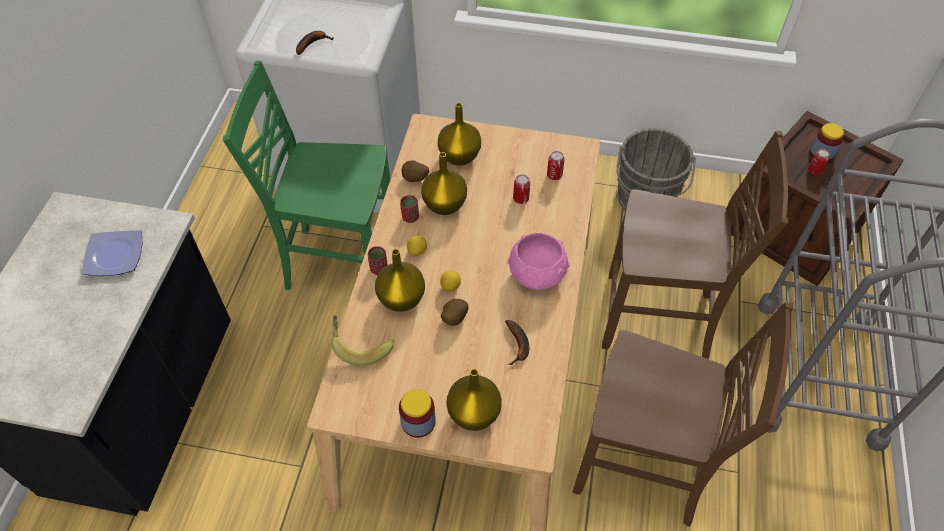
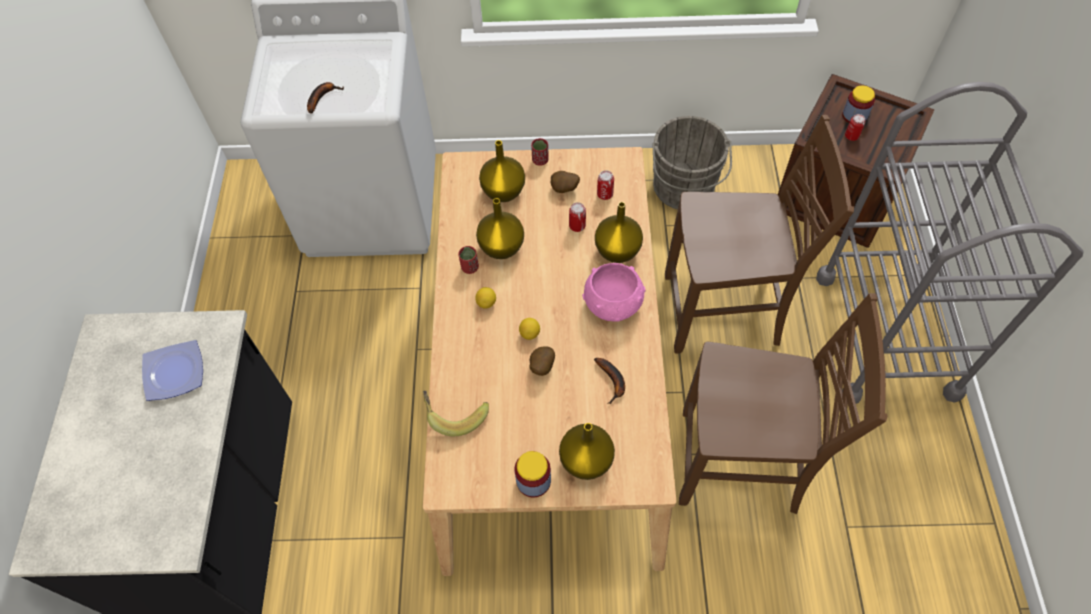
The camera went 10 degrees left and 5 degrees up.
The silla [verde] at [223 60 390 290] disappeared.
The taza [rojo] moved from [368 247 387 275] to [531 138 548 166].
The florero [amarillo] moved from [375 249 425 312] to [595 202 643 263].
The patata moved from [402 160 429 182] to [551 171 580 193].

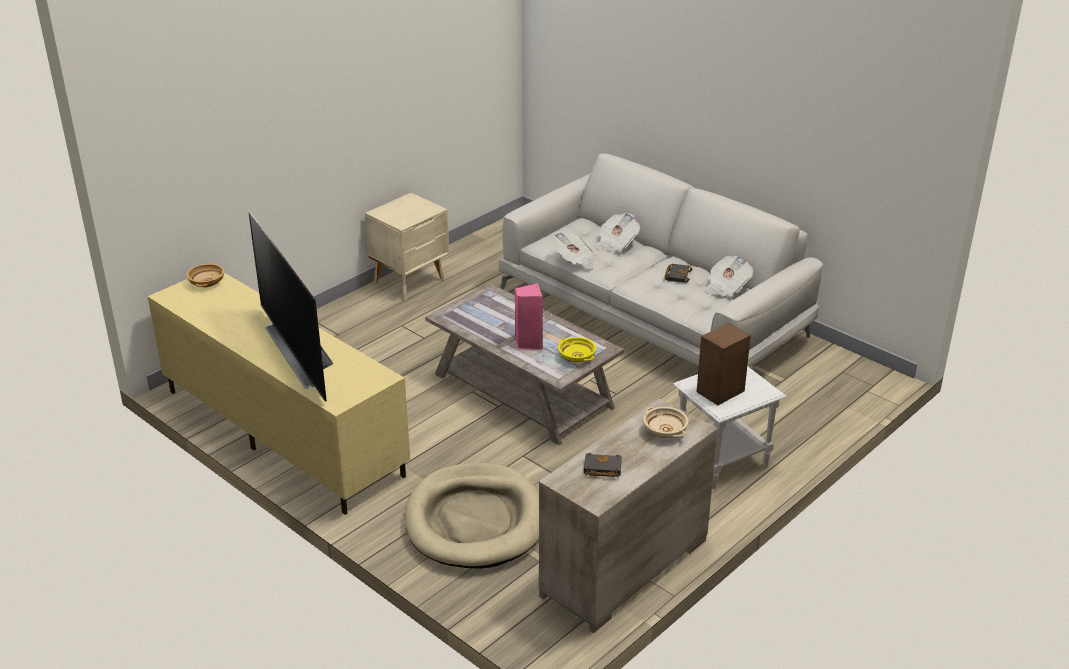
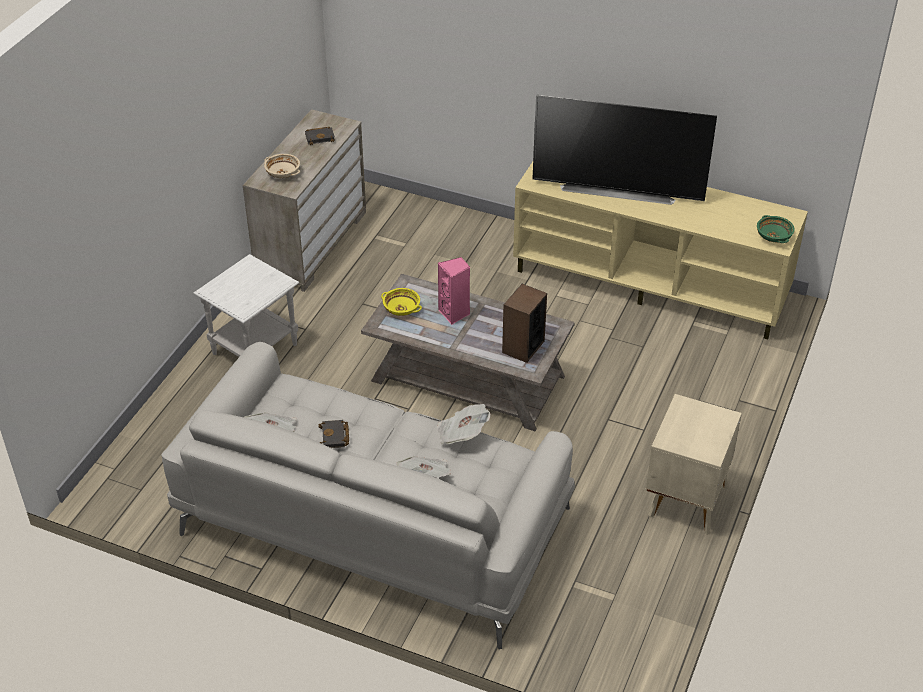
The camera went 160 degrees right and 10 degrees up.
The cama para perro [beis] at [405 463 539 568] disappeared.
The altavoz moved from [697 323 751 405] to [502 284 547 363].
The cuenco [beis] at [186 263 224 287] became the cuenco [verde] at [757 215 795 243].
The televisor at [248 210 333 402] turned 150 degrees clockwise.

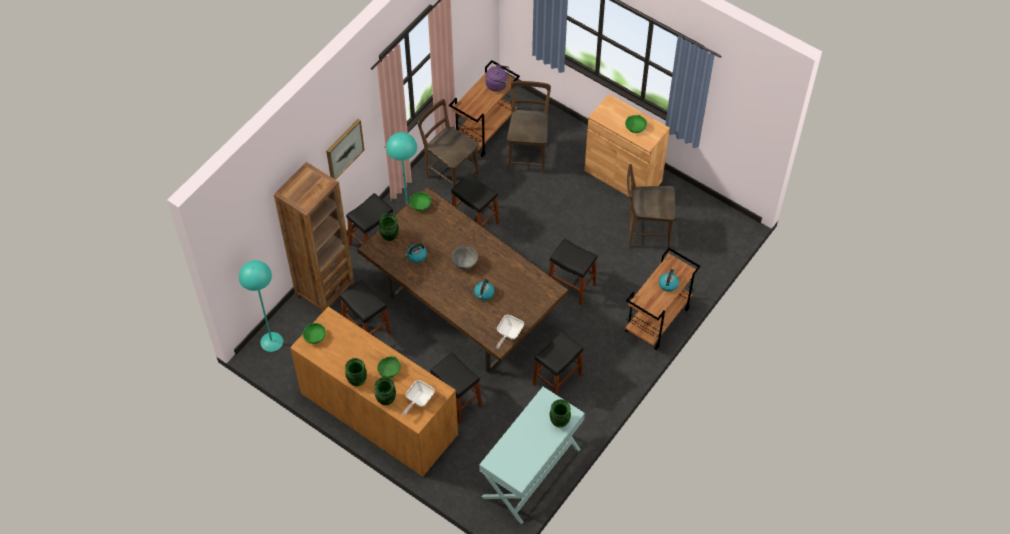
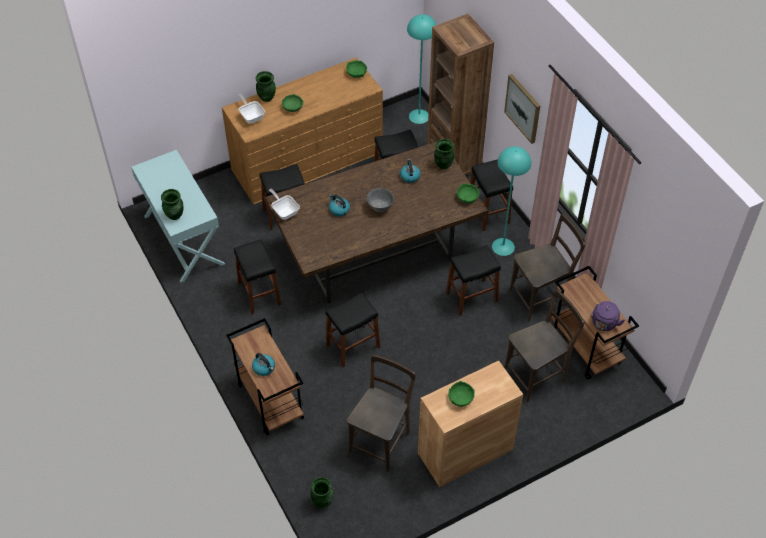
The camera went 115 degrees right and 5 degrees down.
The florero [verde] moved from [345 358 367 386] to [310 477 333 508].
The silla [marrón] at [507 81 551 174] turned 60 degrees counterclockwise.

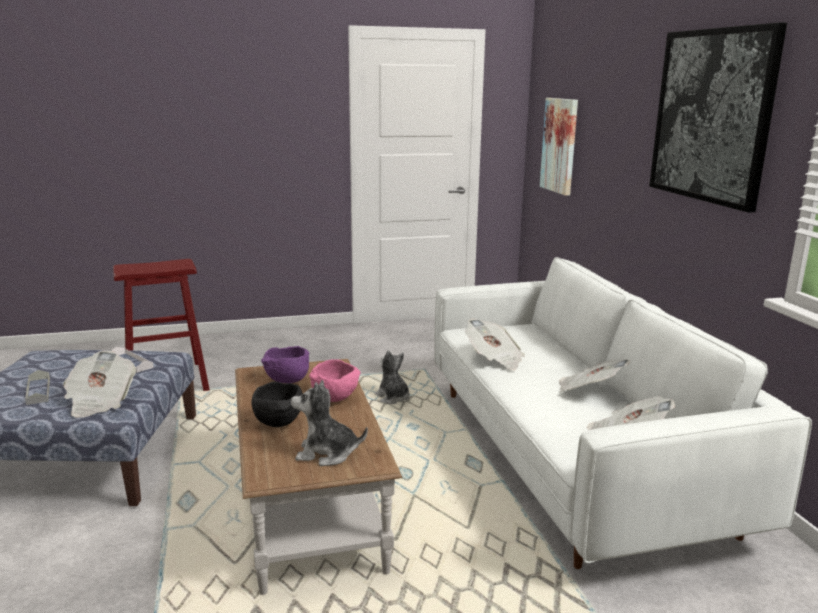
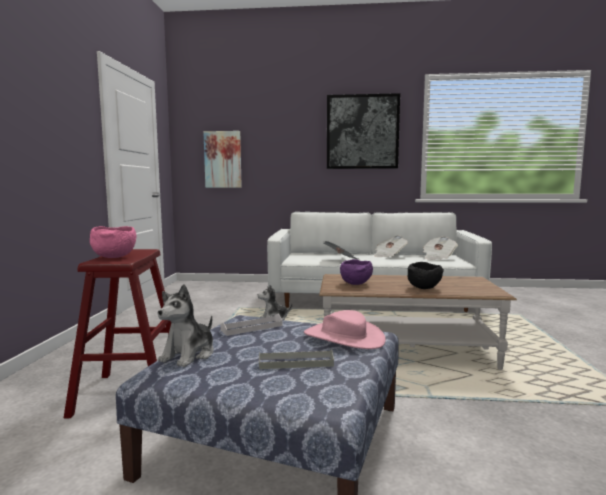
The camera went 70 degrees left and 10 degrees down.
The peluche moved from [291 380 368 466] to [158 284 214 367].
The cuenco [rosa] moved from [309 360 361 402] to [90 226 136 258].
The periódico at [63 350 136 418] was replaced by the sombrero [rosa] at [304 310 386 349].

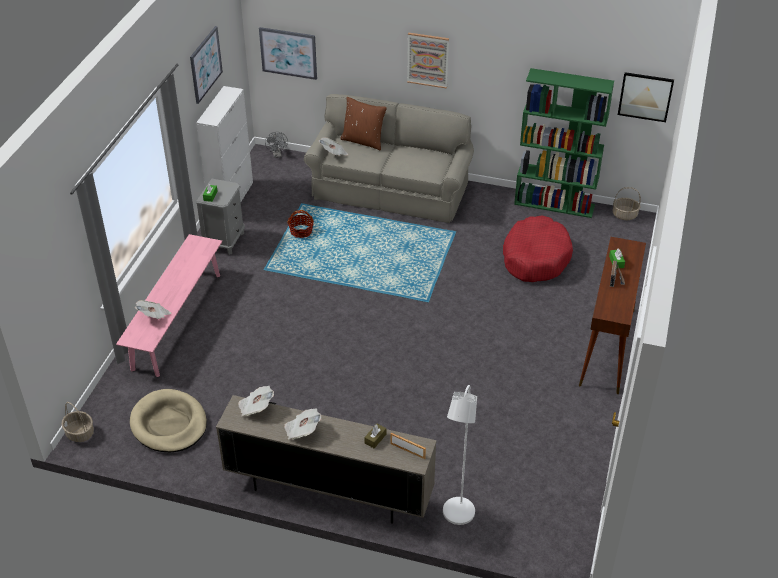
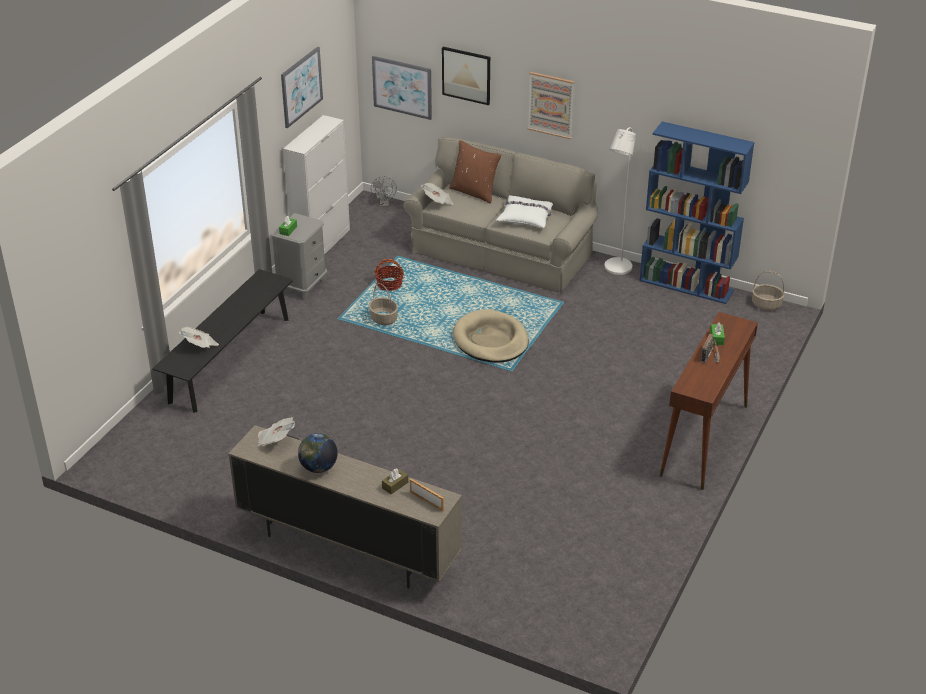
The camera went 10 degrees right and 5 degrees down.
The cama para perro [rojo] at [503 215 573 282] disappeared.
The cojín [blanco] at [496 195 553 228] appeared.
The cesta moved from [61 402 94 442] to [369 283 398 325].
The cama para perro [beis] moved from [130 389 207 452] to [453 309 529 363].
The lámpara de pie [blanco] moved from [443 385 477 525] to [604 127 636 275].
The cuadro moved from [618 72 674 122] to [442 47 490 105].
The periódico at [284 408 321 440] was replaced by the globo terráqueo at [298 433 338 473].
The banco [rosa] at [116 234 222 377] became the banco [negro] at [152 269 293 413].
The estantería [verde] at [514 68 614 218] became the estantería [azul] at [639 121 754 304].

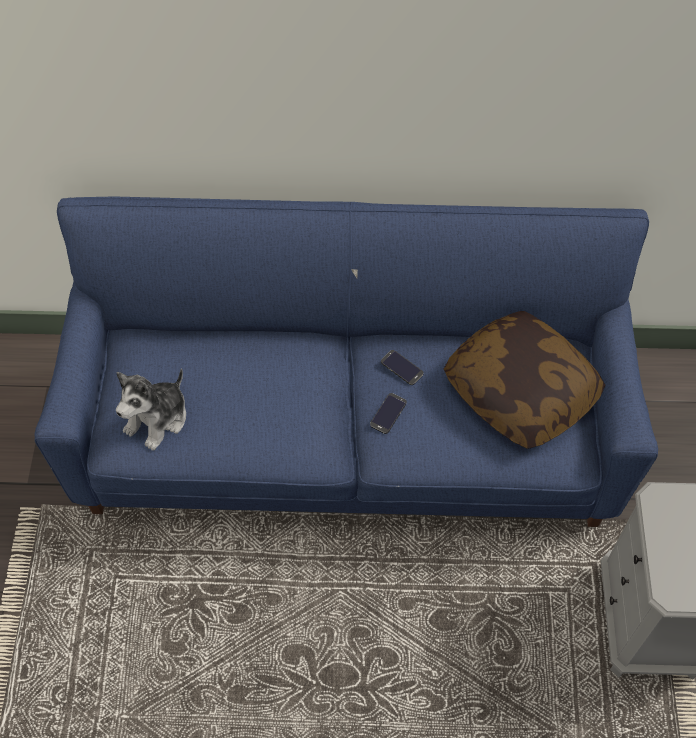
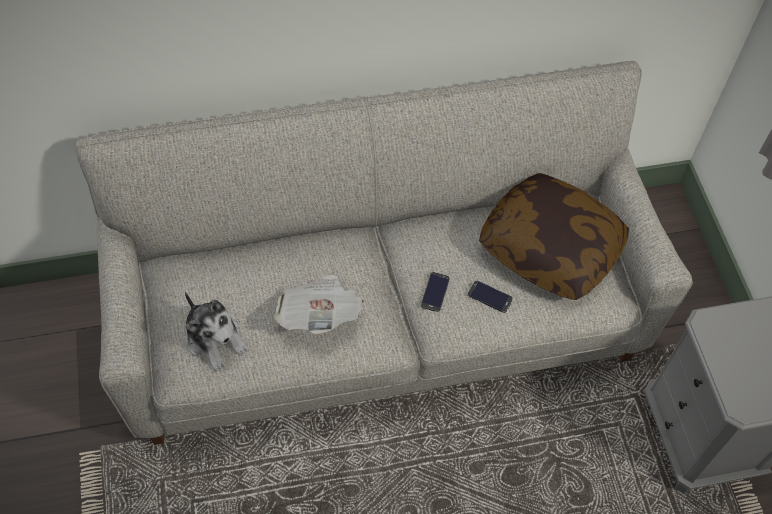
The camera went 15 degrees left and 0 degrees up.
The periódico at [274 275 364 335] appeared.
The móvil moved from [381 350 424 385] to [468 281 513 313].
The sofá [azul] at [35 196 658 527] became the sofá [gris] at [76 61 693 445].
The peluche at [116 368 186 451] turned 60 degrees counterclockwise.

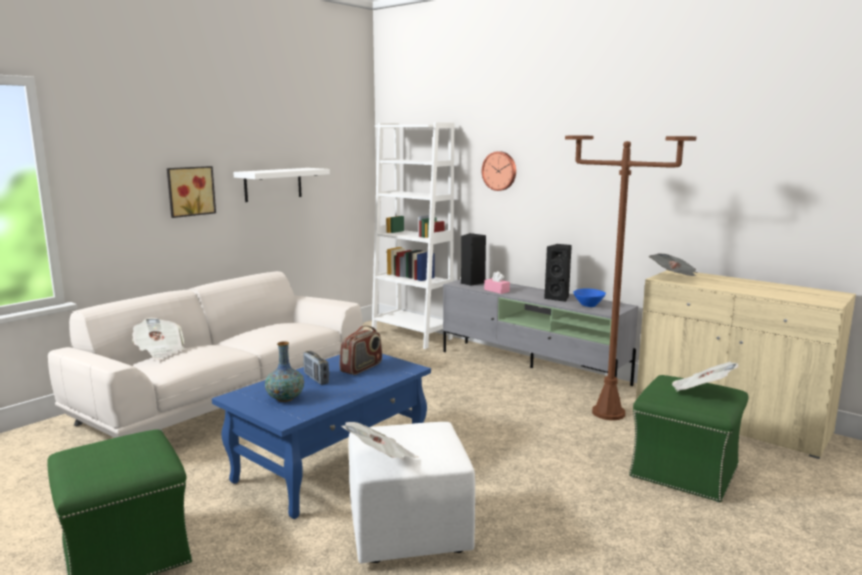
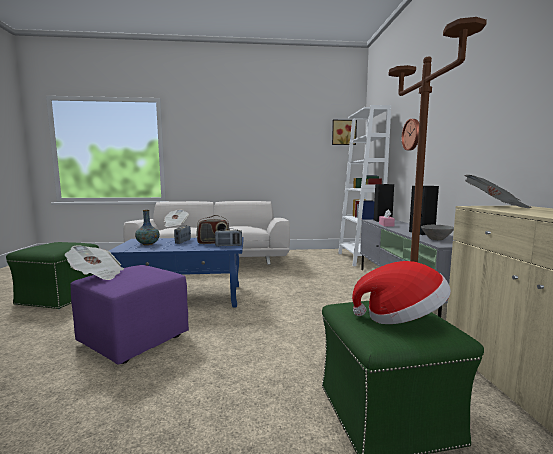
The camera went 45 degrees right and 5 degrees down.
The estante [blanco] at [233 168 330 202] disappeared.
The radio at [215 228 242 246] appeared.
The cuadro moved from [167 166 216 218] to [332 120 357 145].
The periódico at [672 362 739 392] was replaced by the sombrero at [352 261 451 324].
The puf [blanco] at [349 422 475 564] became the puf [morado] at [71 265 189 365].
The cuenco [azul] at [573 288 606 307] became the cuenco [gris] at [421 225 454 240].

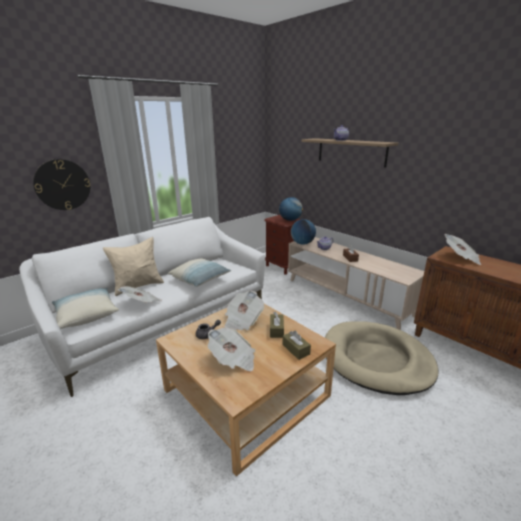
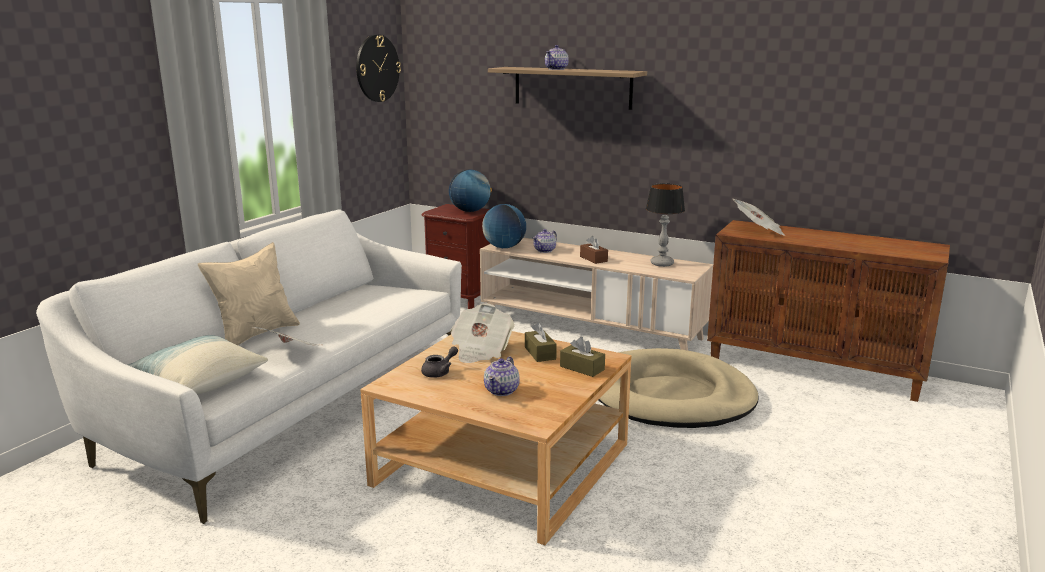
The camera went 20 degrees left and 5 degrees down.
The cojín at [168 258 231 287] disappeared.
The lámpara de mesa at [646 183 685 267] appeared.
The reloj de pared moved from [33 159 90 210] to [356 35 401 102].
The periódico at [208 328 255 371] was replaced by the tetera at [484 356 520 396].

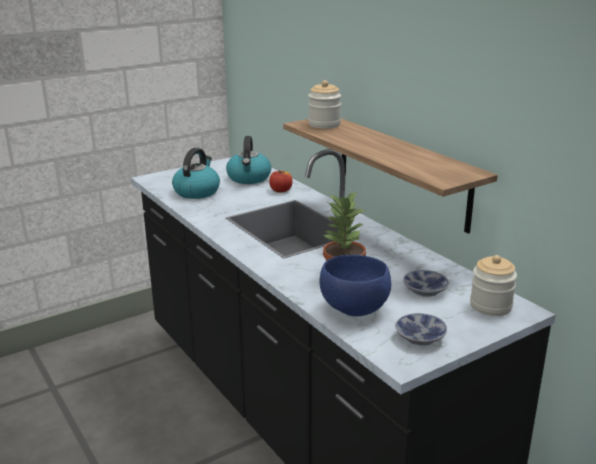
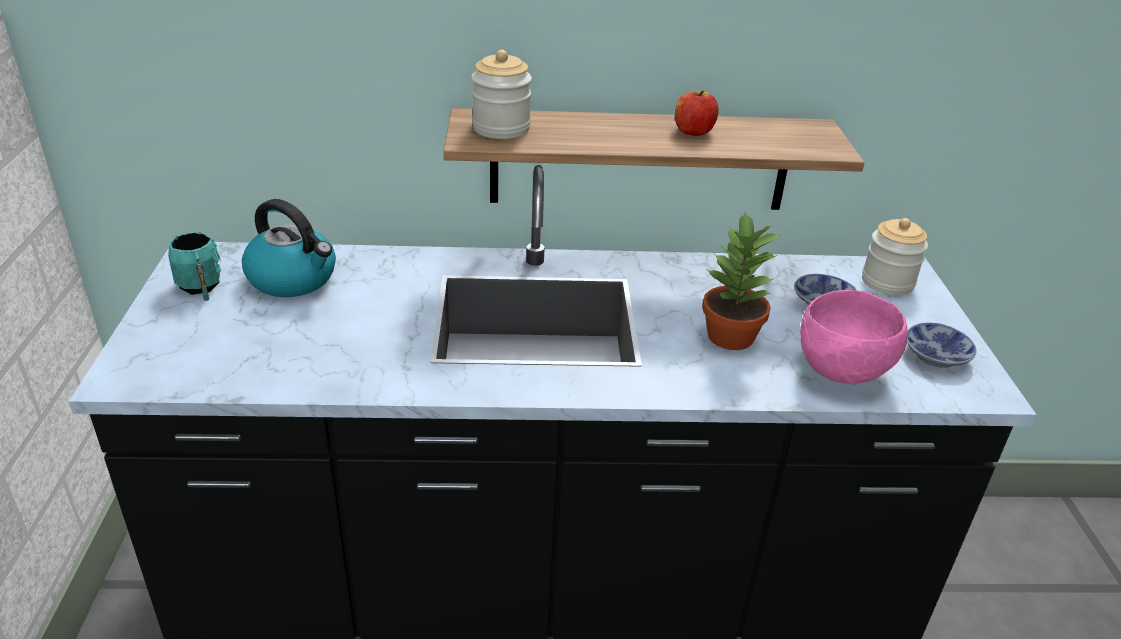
The camera went 60 degrees left and 10 degrees up.
The hervidor at [172 148 220 199] disappeared.
The taza grande [turquesa] at [168 232 221 301] appeared.
The manzana moved from [269 170 293 192] to [675 91 718 136].
The cuenco [azul] at [319 255 391 316] became the cuenco [rosa] at [800 290 908 384].

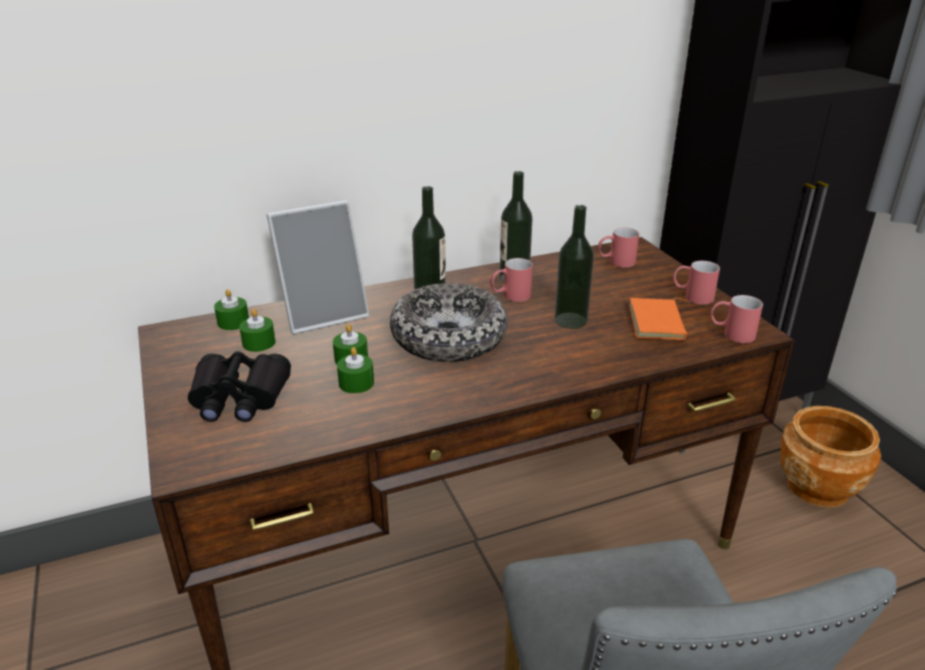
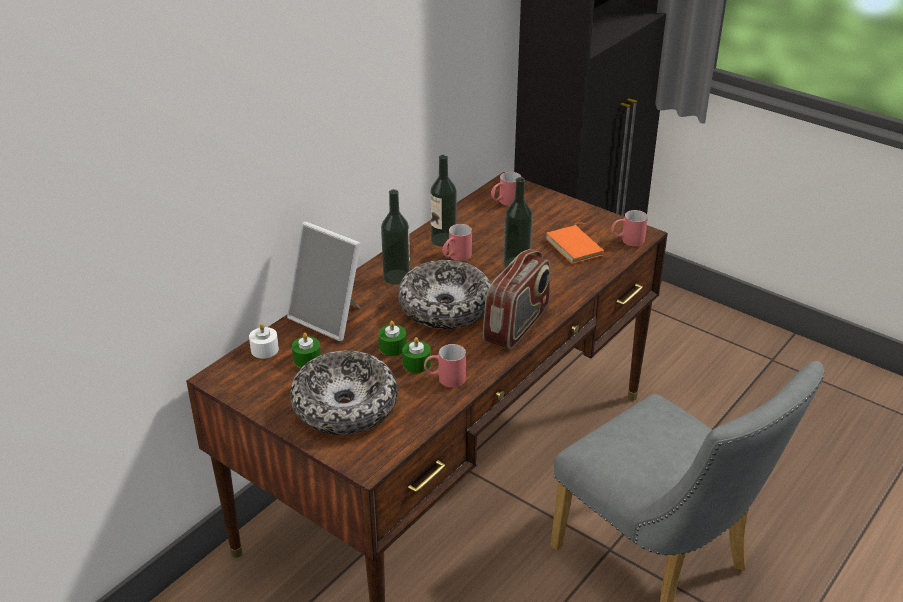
The camera went 30 degrees left and 5 degrees up.
The maceta [marrón] at [781 406 881 508] disappeared.
The radio at [483 249 550 349] appeared.
The taza grande [rojo] moved from [673 261 720 305] to [424 344 466 388].
The prismáticos [negro] at [188 351 291 422] was replaced by the cuenco at [290 351 398 435].
The vela [verde] at [214 289 249 330] became the vela [blanco] at [249 323 279 359].
The portarretratos at [267 200 369 335] turned 90 degrees clockwise.

